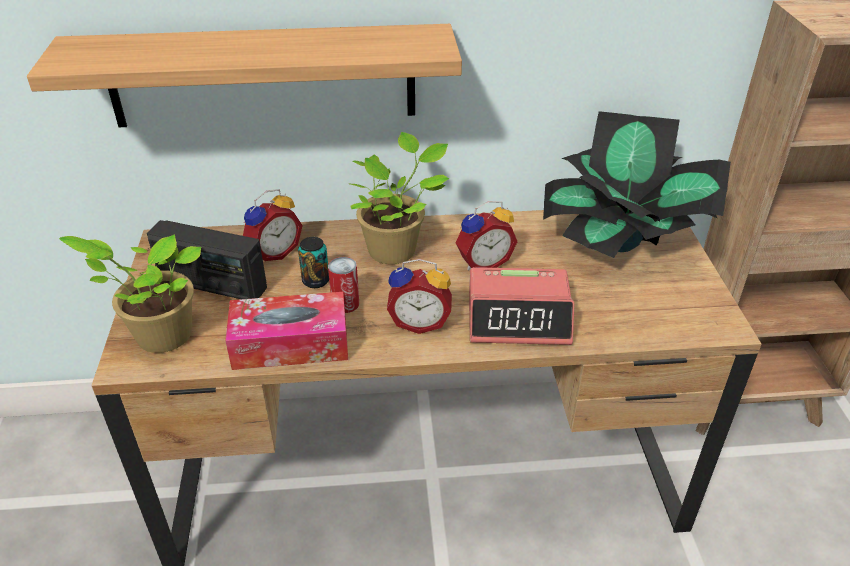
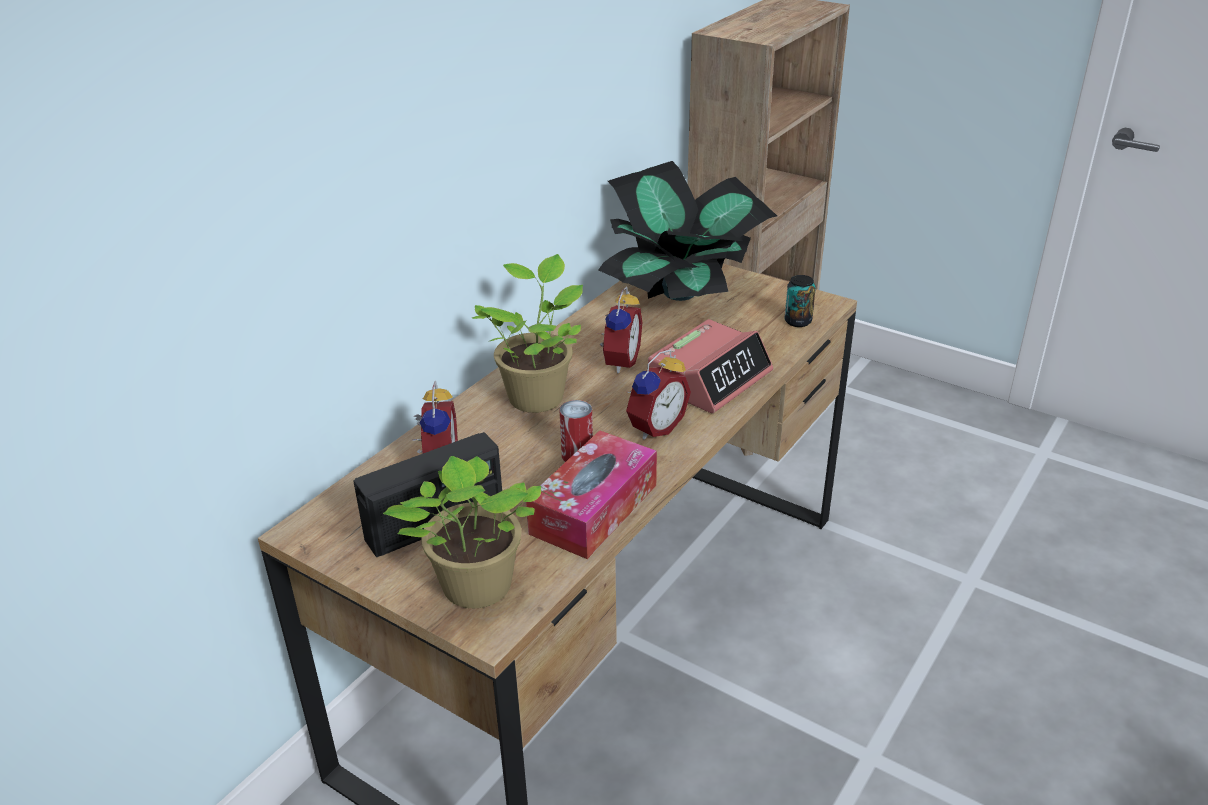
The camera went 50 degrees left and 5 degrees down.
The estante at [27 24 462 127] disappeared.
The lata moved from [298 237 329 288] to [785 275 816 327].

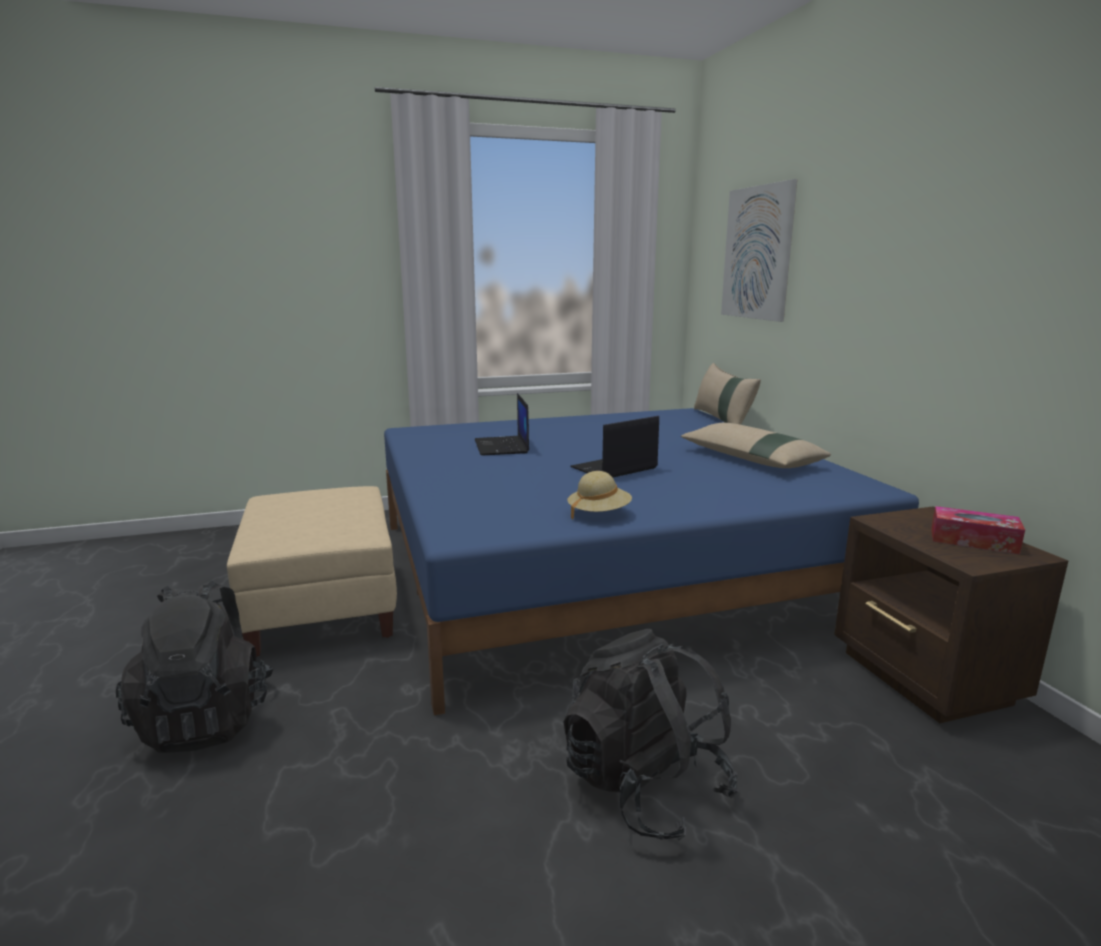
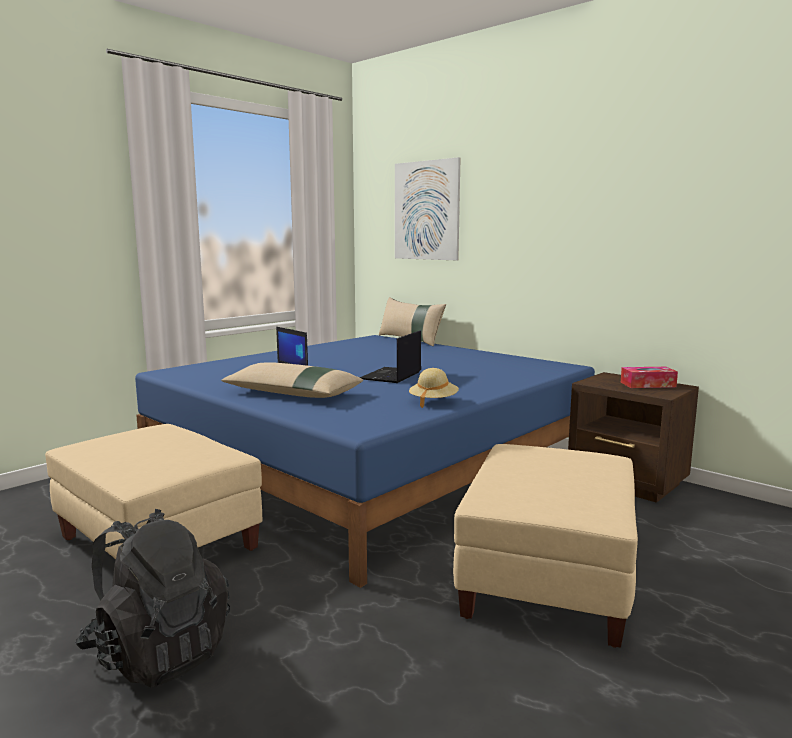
The camera went 30 degrees left and 5 degrees down.
The cojín [beis] moved from [681 423 831 468] to [221 362 363 398].
The mochila [negro] at [564 629 739 841] was replaced by the puf [beis] at [453 444 638 648].

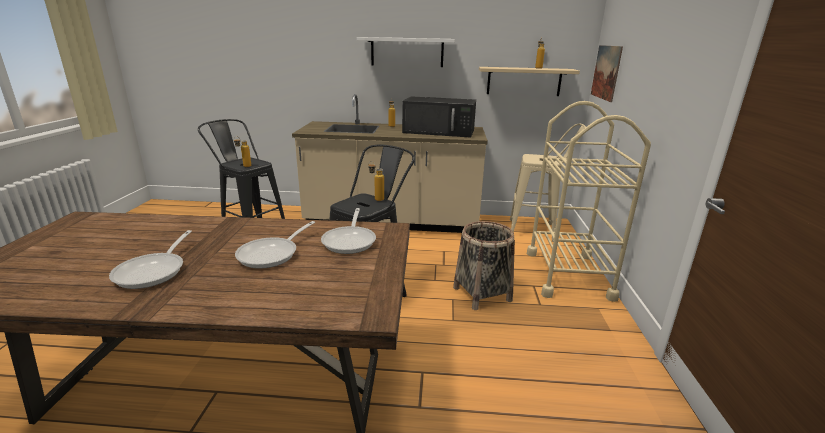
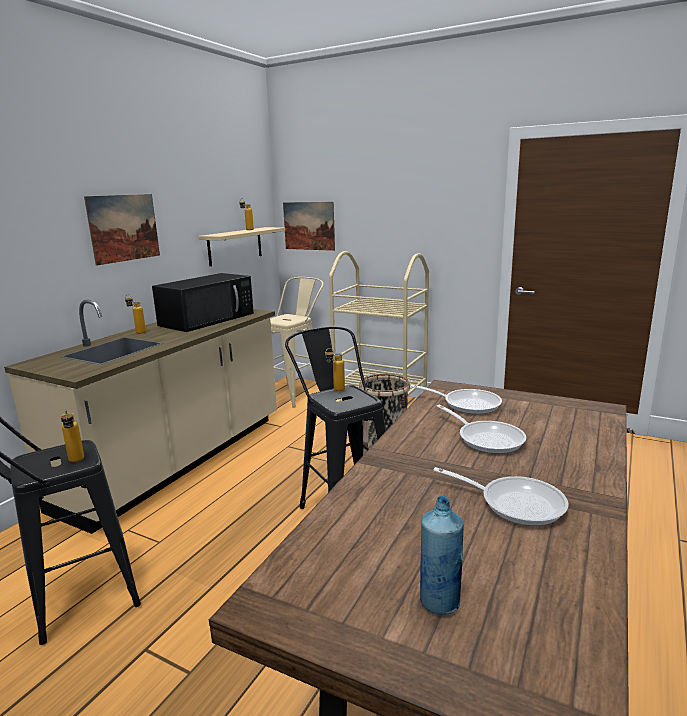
The camera went 65 degrees left and 5 degrees down.
The botella [azul] at [420 496 464 615] appeared.
The estante [blanco] at [357 37 454 67] was replaced by the cuadro at [84 194 160 266].

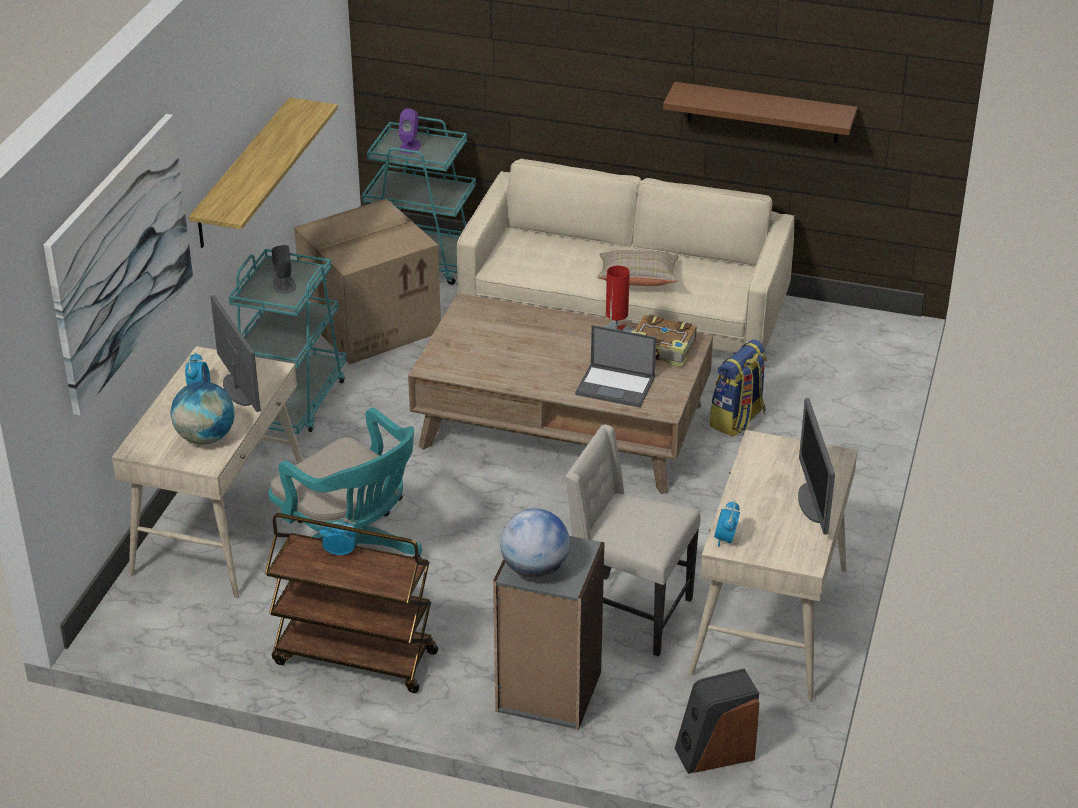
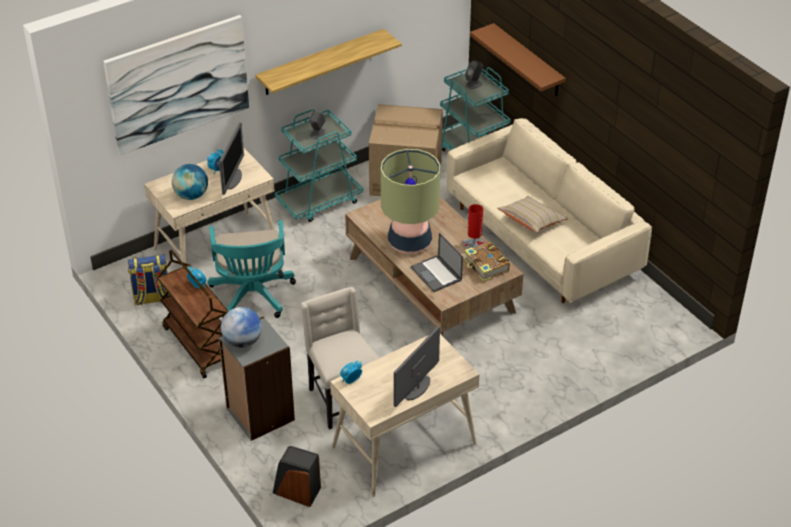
The camera went 40 degrees right and 5 degrees up.
The lámpara de mesa at [381 149 440 254] appeared.
The estante [marrón] moved from [663 82 857 143] to [470 23 566 96].
The mochila moved from [710 340 767 437] to [127 254 170 306].
The altavoz [morado] at [398 108 421 154] became the altavoz [gris] at [465 61 483 89].

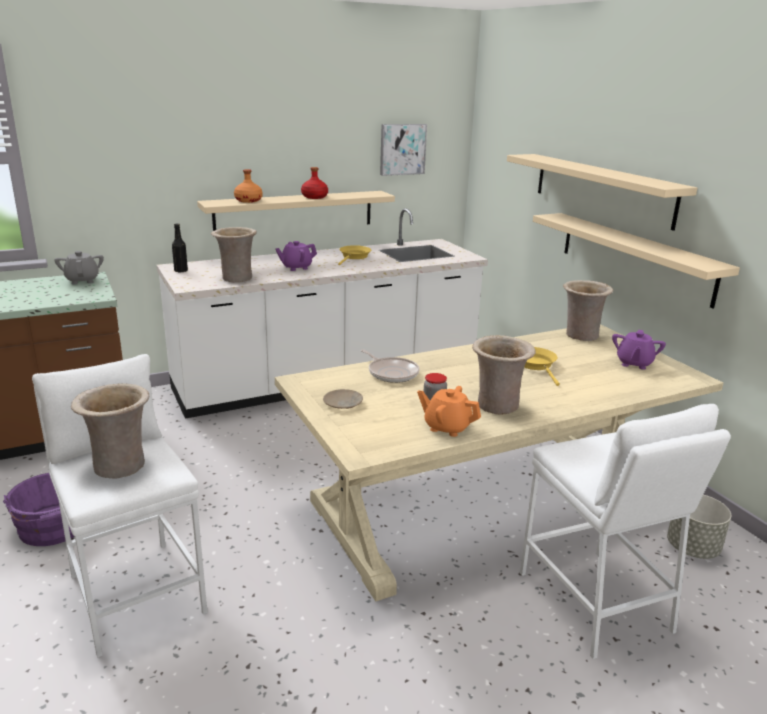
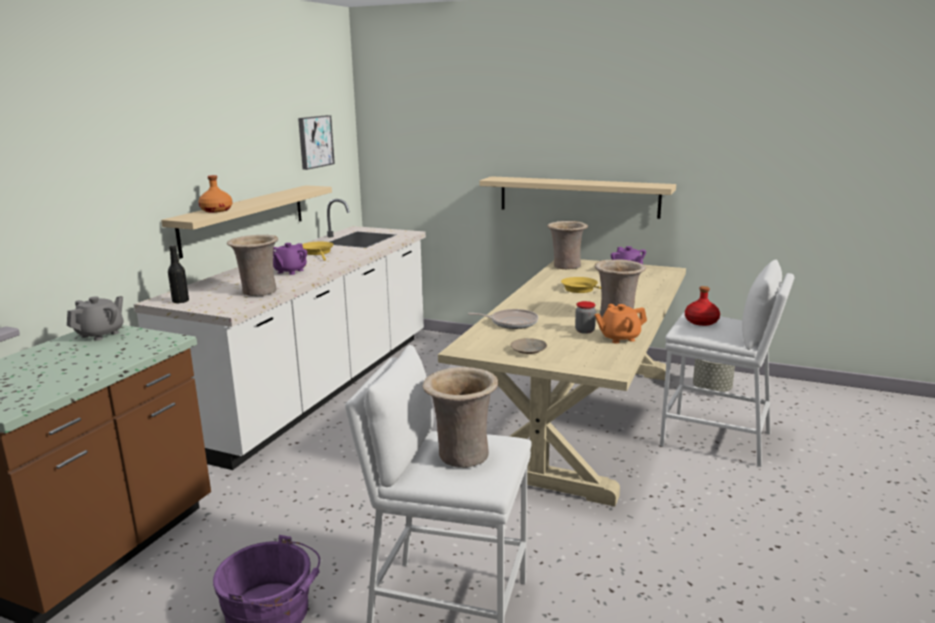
The camera went 40 degrees left and 5 degrees down.
The estante [beis] at [507 154 697 231] disappeared.
The botella [rojo] moved from [301 167 328 199] to [685 286 720 326].
The tetera [gris] at [54 251 104 285] turned 90 degrees clockwise.

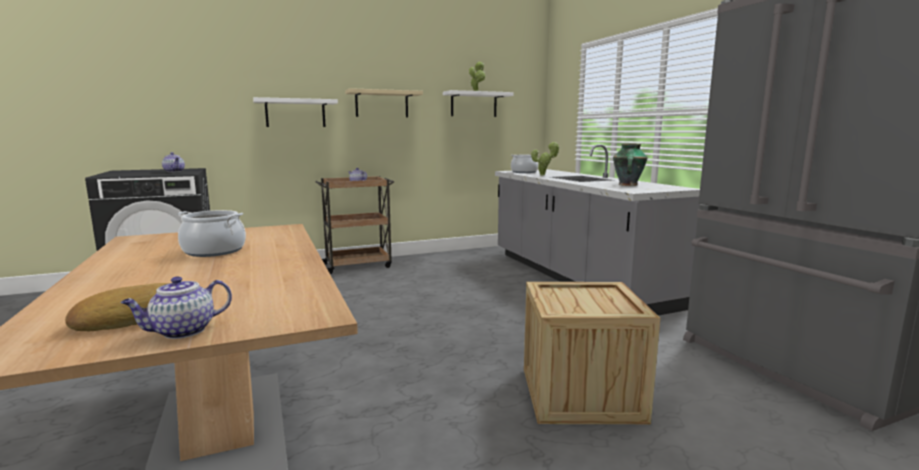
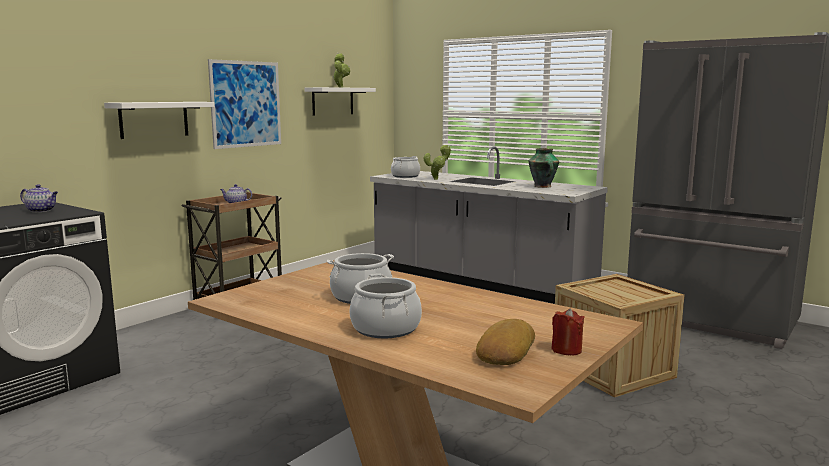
The camera went 30 degrees left and 0 degrees up.
The olla at [350 274 422 338] appeared.
The tetera at [121 276 232 339] was replaced by the vela [rojo] at [551 308 585 355].
The estante [beis] at [345 88 423 117] was replaced by the cuadro at [208 59 281 149].

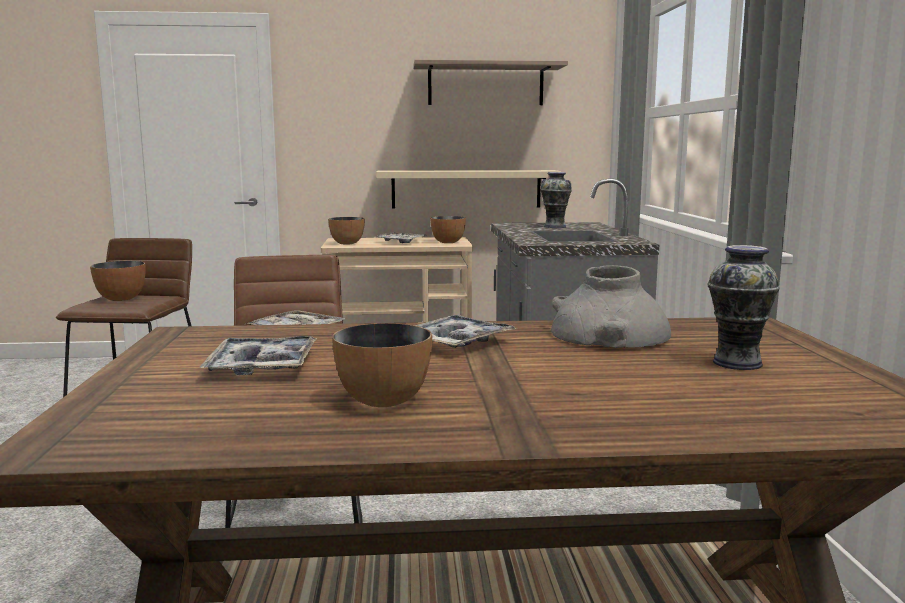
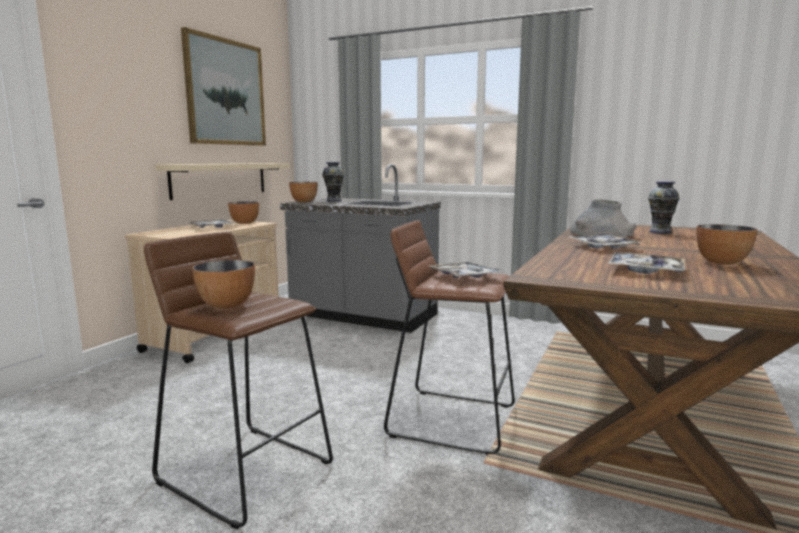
The camera went 60 degrees left and 0 degrees up.
The cuenco moved from [328 217 365 245] to [289 182 318 203].
The estante at [413 60 568 105] was replaced by the cuadro at [181 27 266 146].

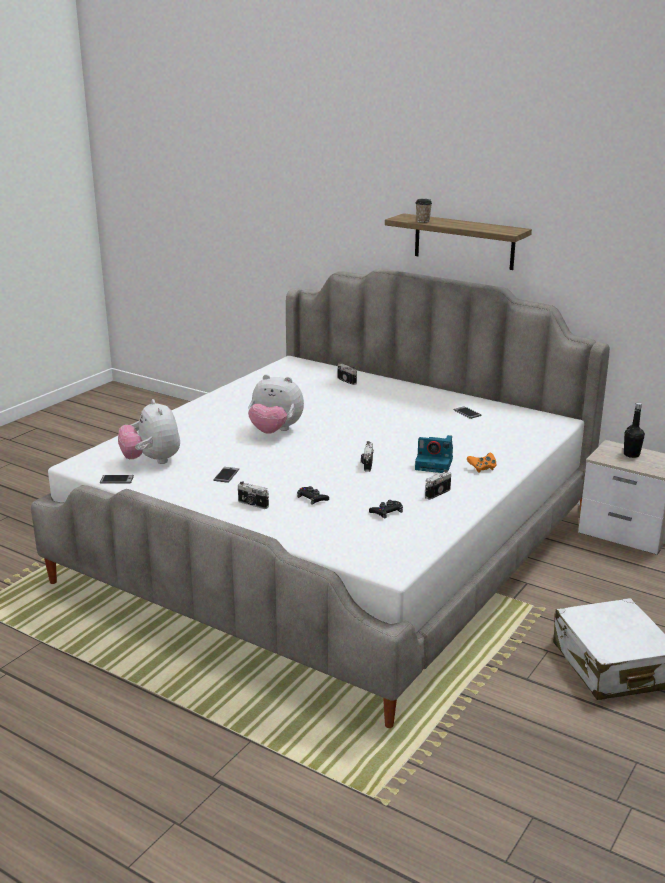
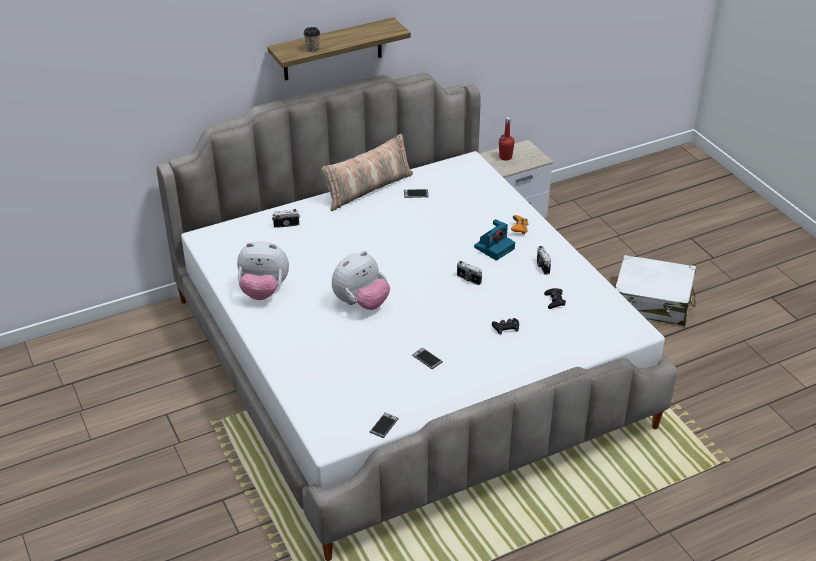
The camera went 60 degrees left and 15 degrees up.
The cámara at [238 482 269 509] disappeared.
The cojín at [322 134 413 211] appeared.
The peluche moved from [118 399 180 464] to [237 241 289 300].
The botella [negro] at [624 403 645 458] became the botella [rojo] at [499 117 515 161].

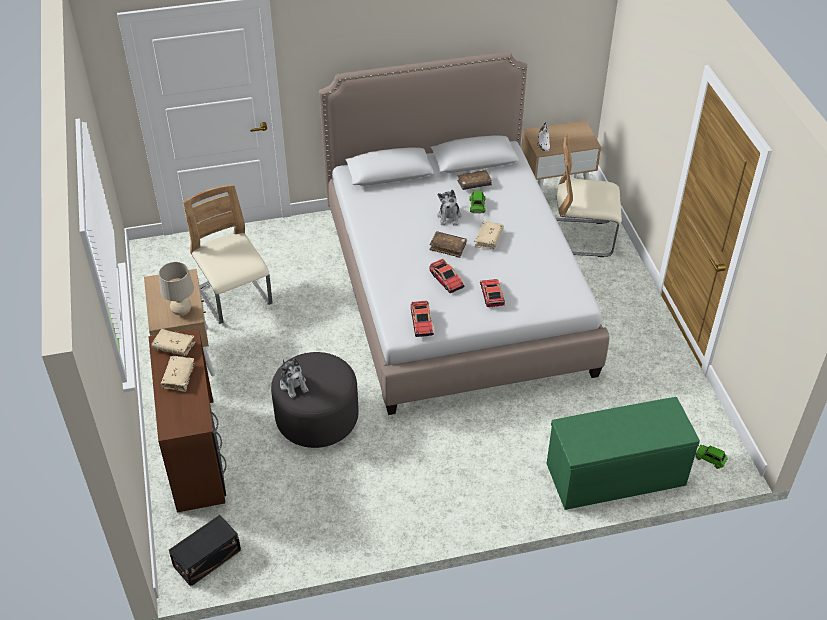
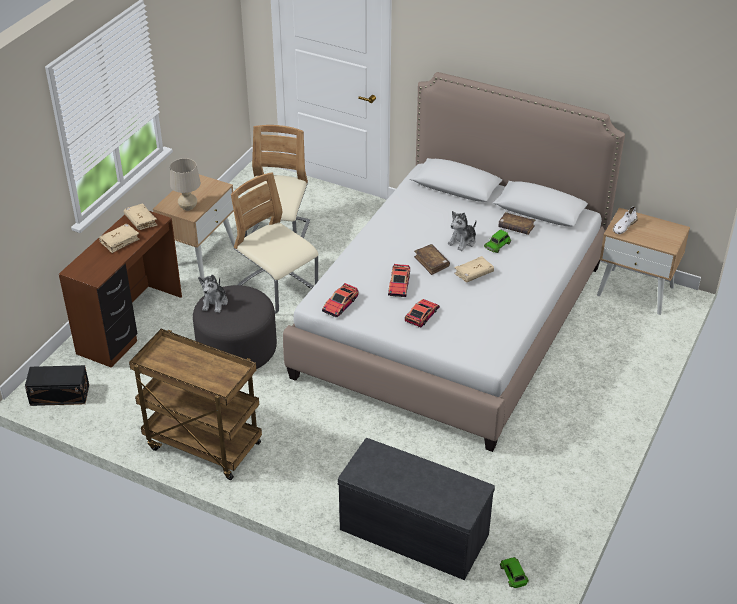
The camera went 40 degrees right and 5 degrees down.
The carrito [marrón] at [129 329 262 480] appeared.
The silla [beis] moved from [556 133 622 257] to [231 172 319 314].
The banco [verde] at [547 397 700 510] became the banco [gris] at [338 438 495 580].

